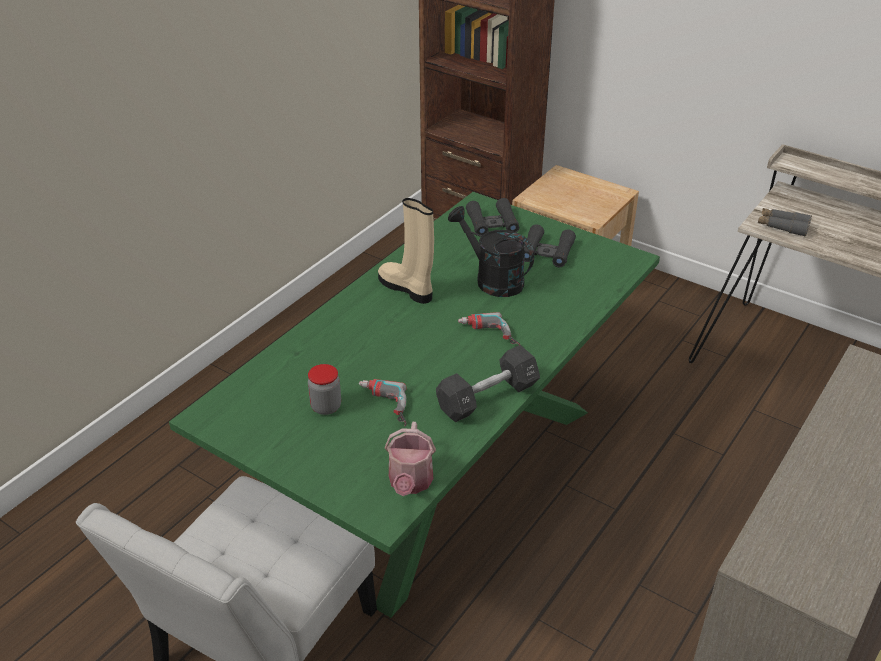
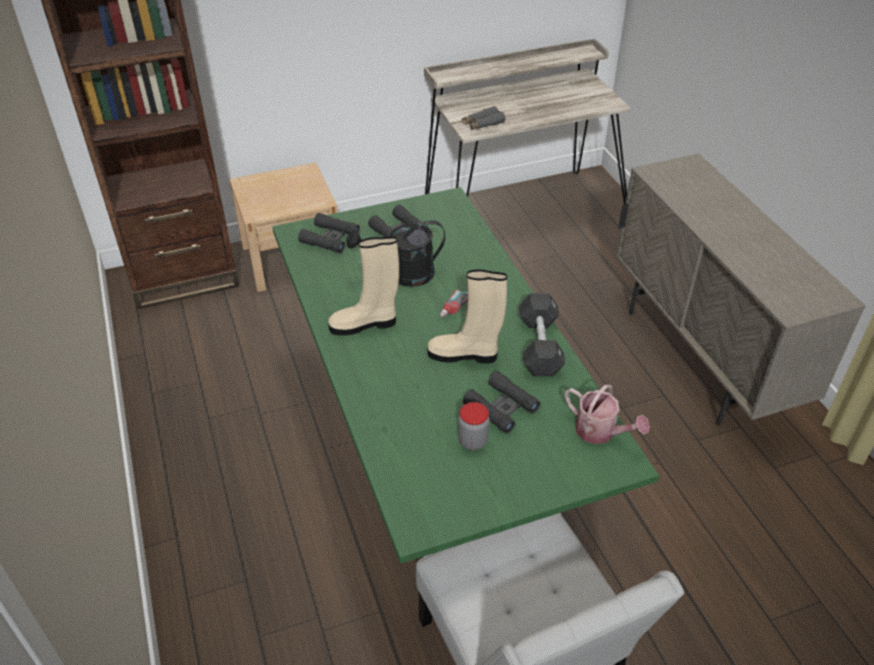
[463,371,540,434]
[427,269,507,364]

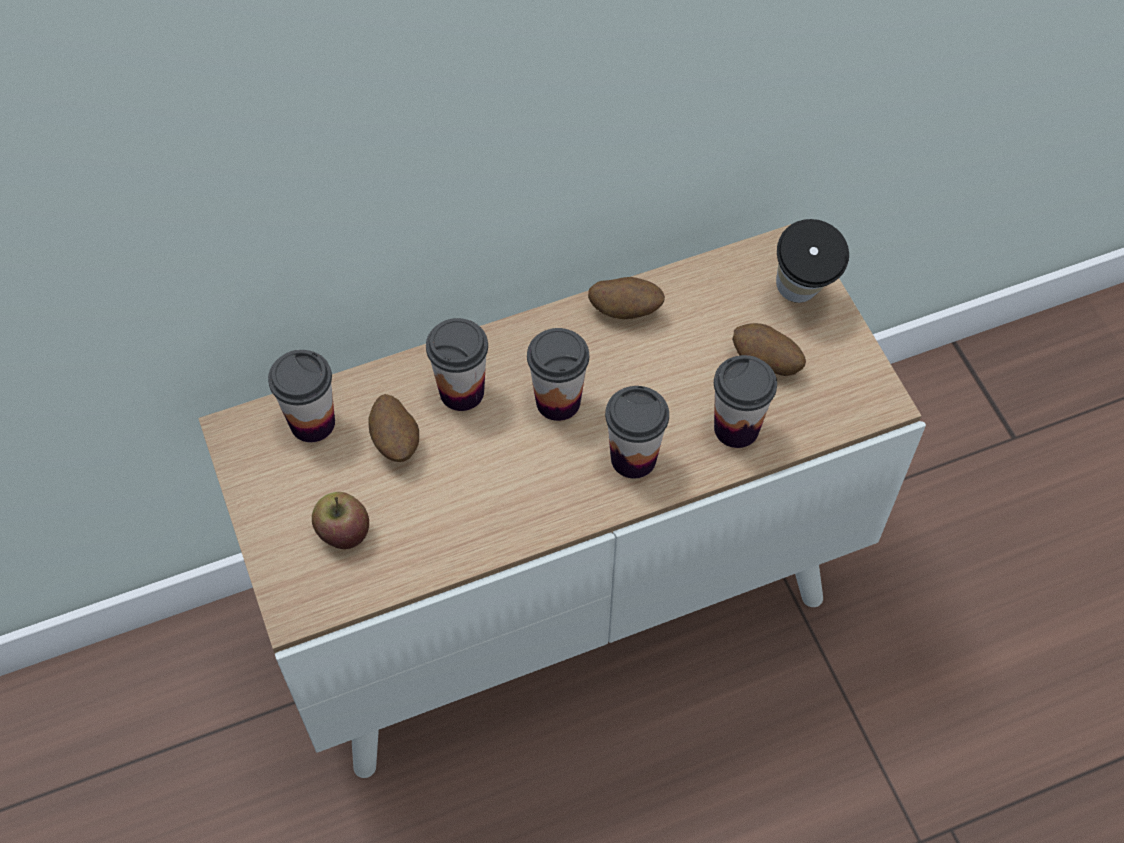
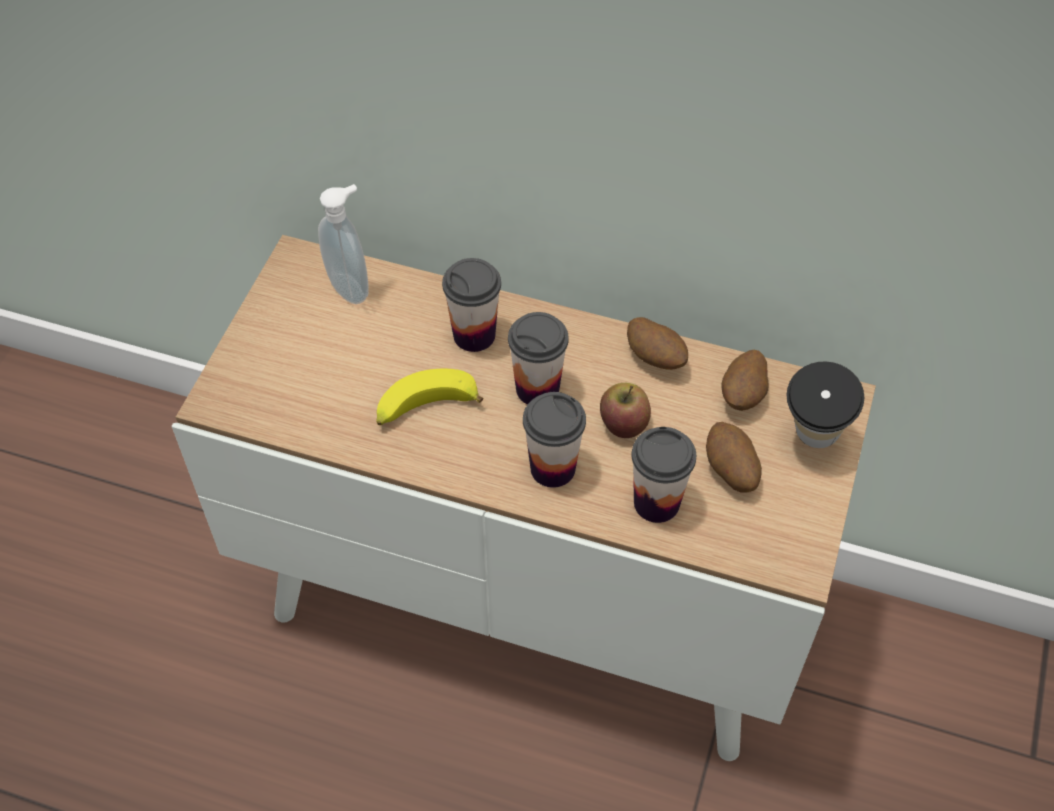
[318,184,369,304]
[722,350,769,411]
[600,383,651,438]
[376,369,484,425]

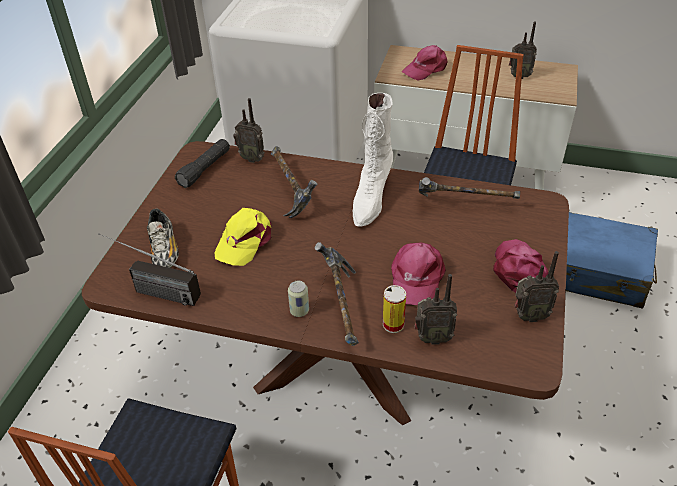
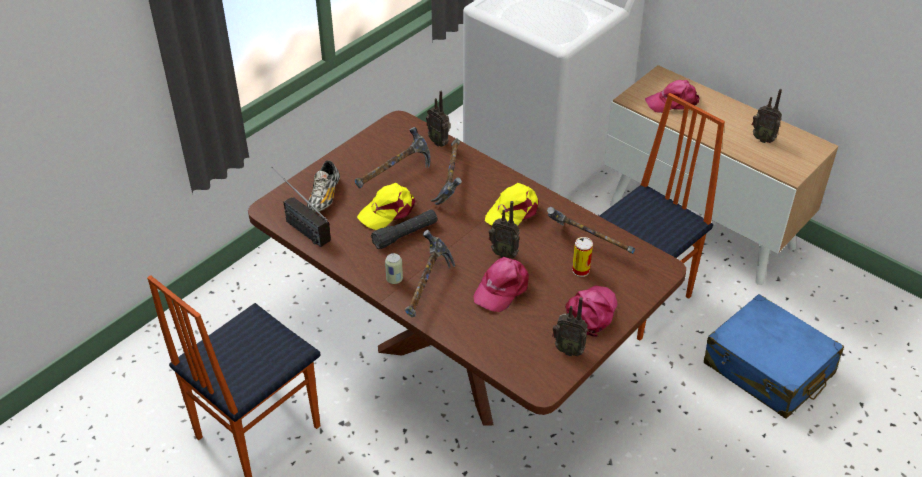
[485,183,539,226]
[371,209,438,249]
[489,201,520,259]
[572,237,593,277]
[354,127,430,188]

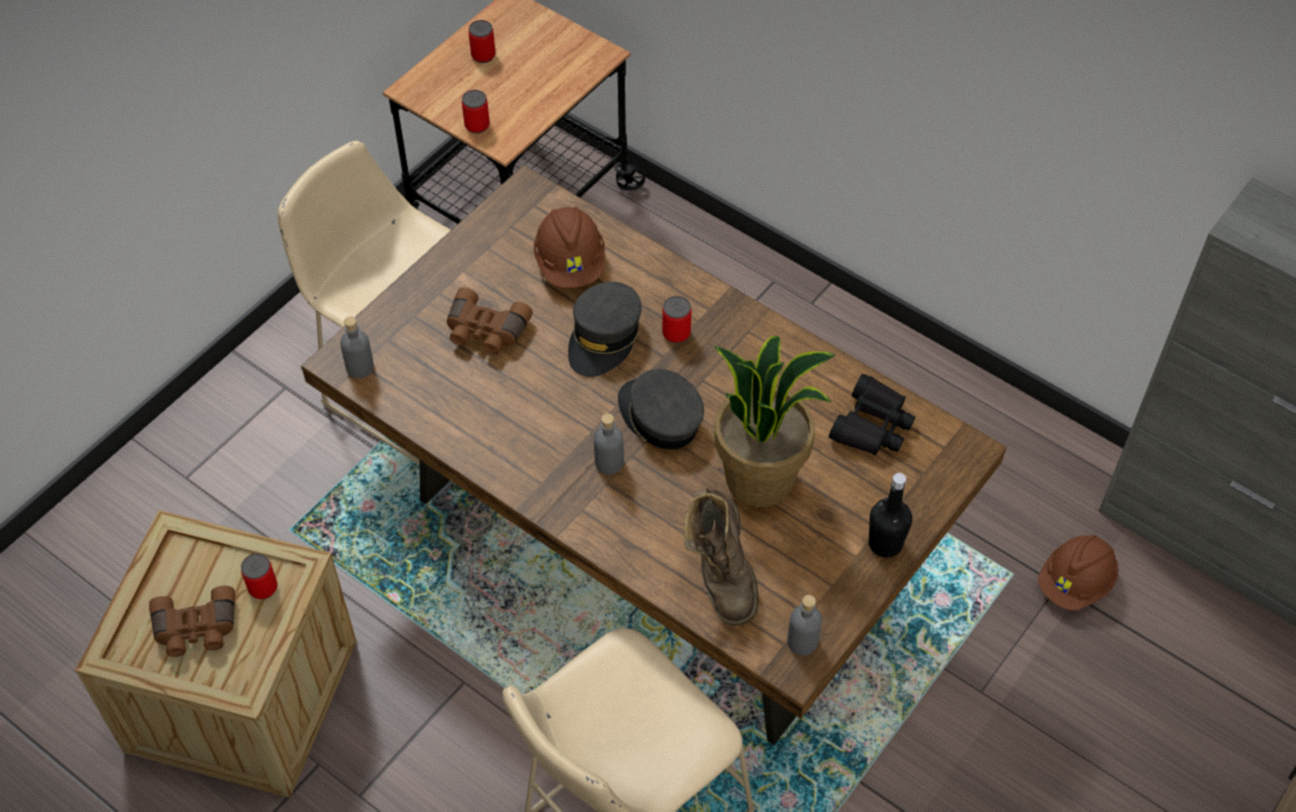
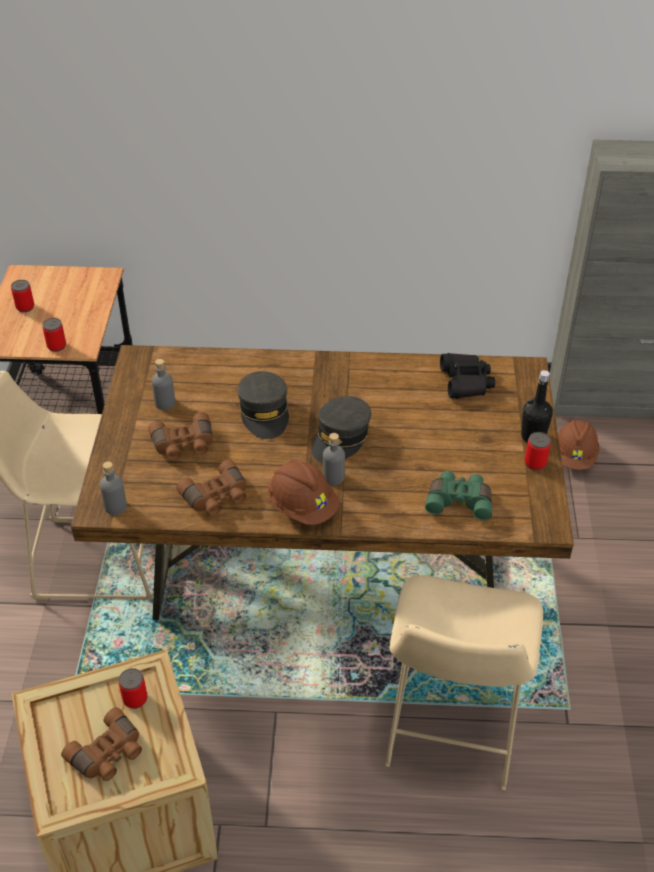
[268,460,339,525]
[524,432,551,470]
[714,336,836,507] (first image)
[312,396,371,463]
[425,471,492,521]
[152,359,175,410]
[176,460,246,516]

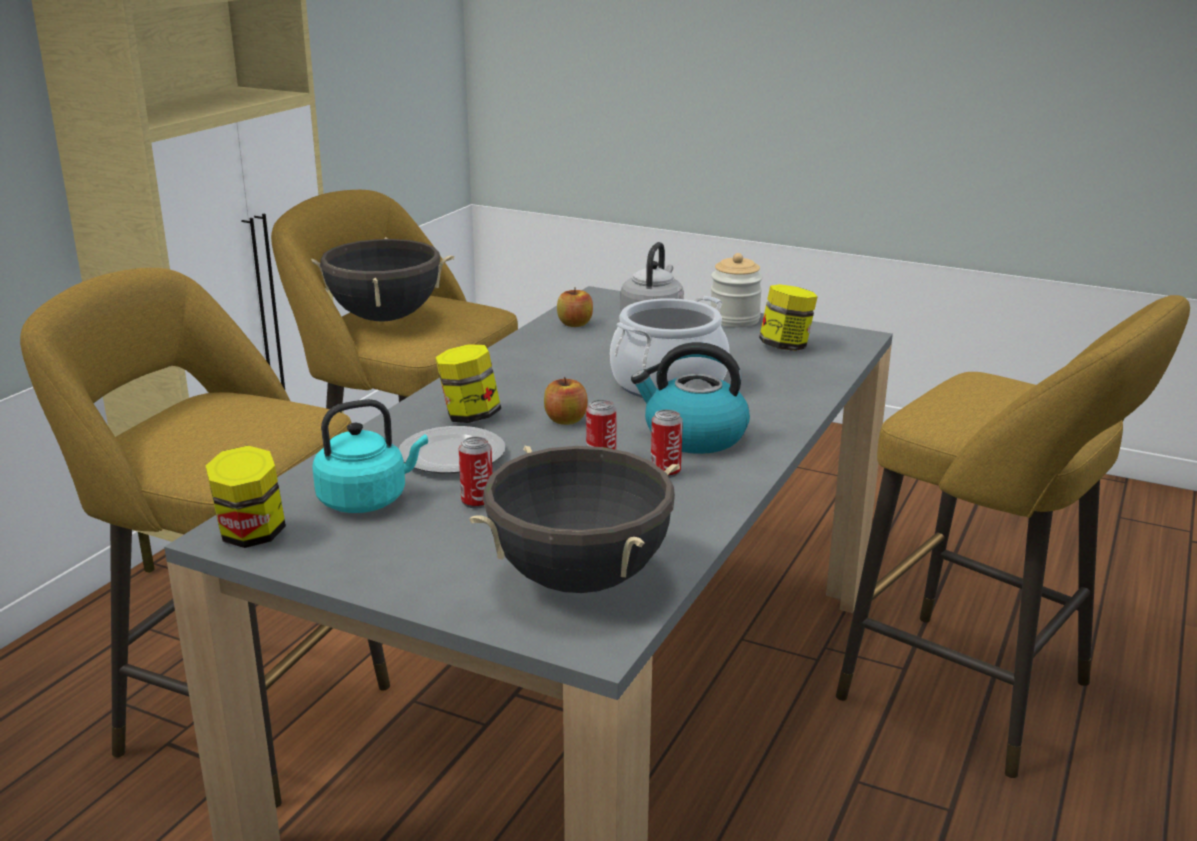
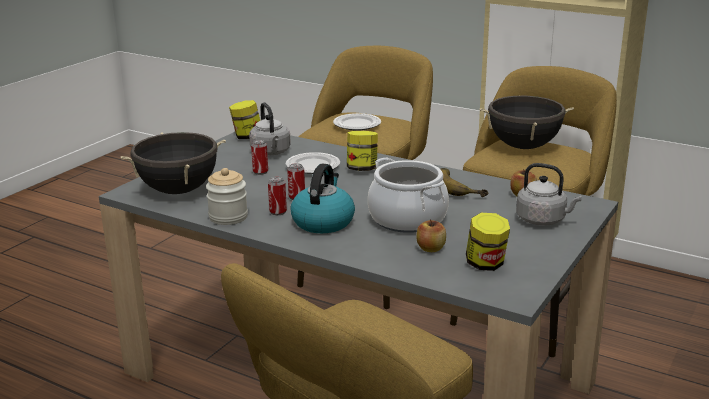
[206,168,248,225]
[416,219,446,252]
[249,102,291,155]
[333,113,381,131]
[441,168,488,197]

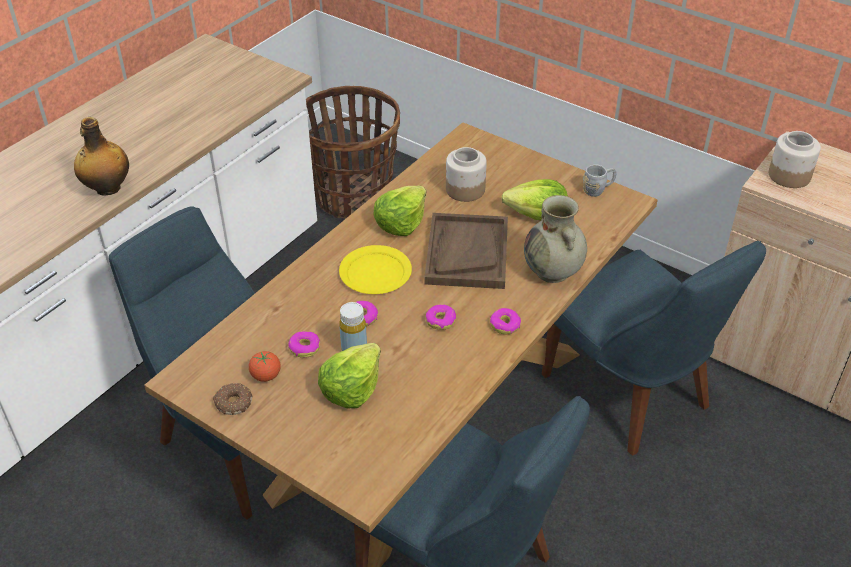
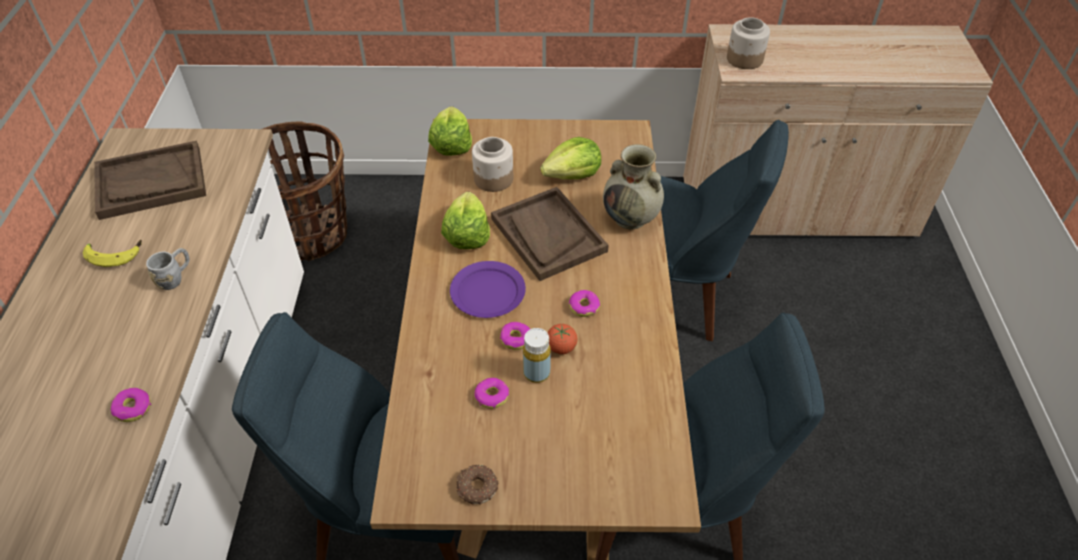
[74,117,129,196] (first image)
[146,248,190,290]
[450,261,526,318]
[111,388,151,422]
[428,106,472,156]
[547,324,577,354]
[94,141,206,220]
[83,239,142,267]

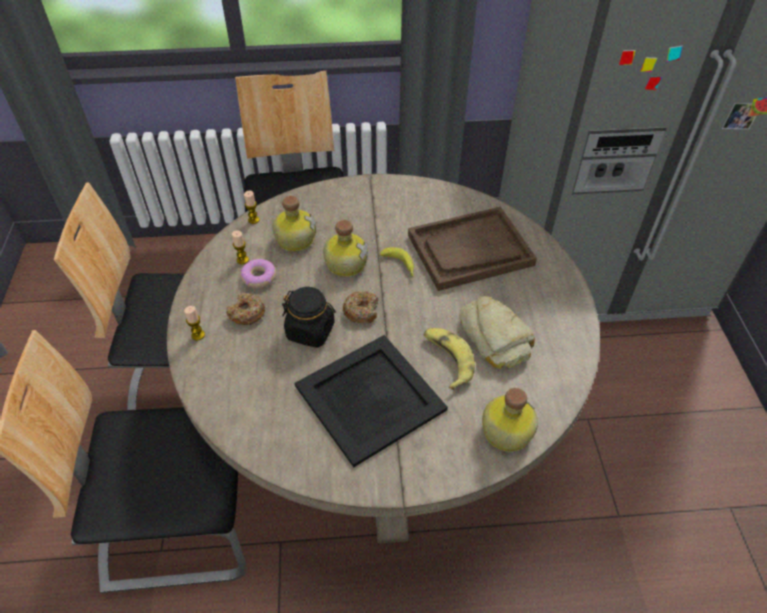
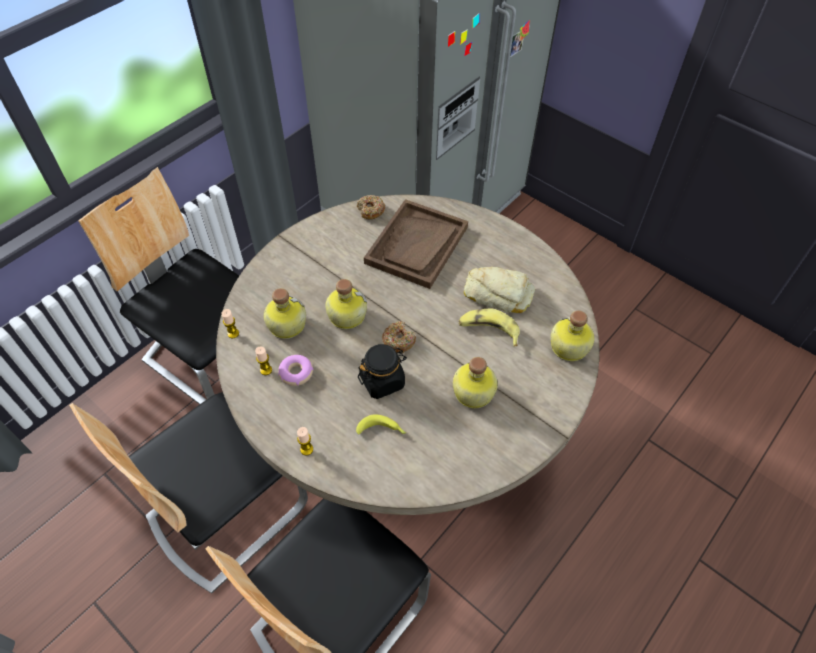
[356,414,406,434]
[357,195,385,220]
[453,357,498,408]

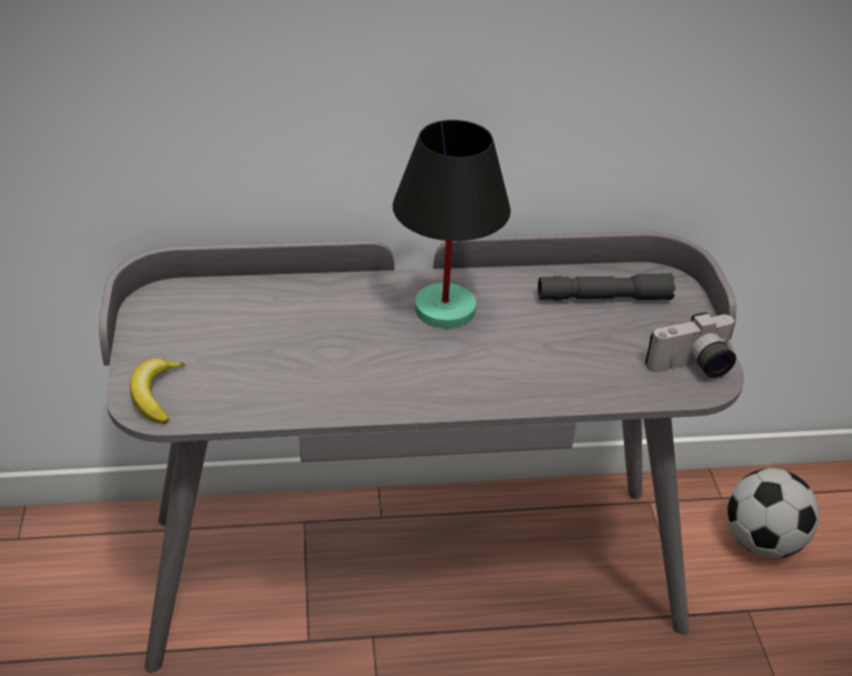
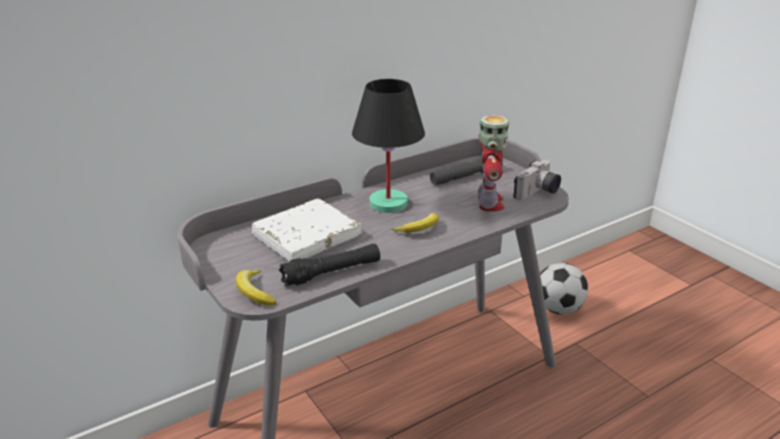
[478,115,509,211]
[252,198,361,261]
[391,213,439,233]
[279,244,380,286]

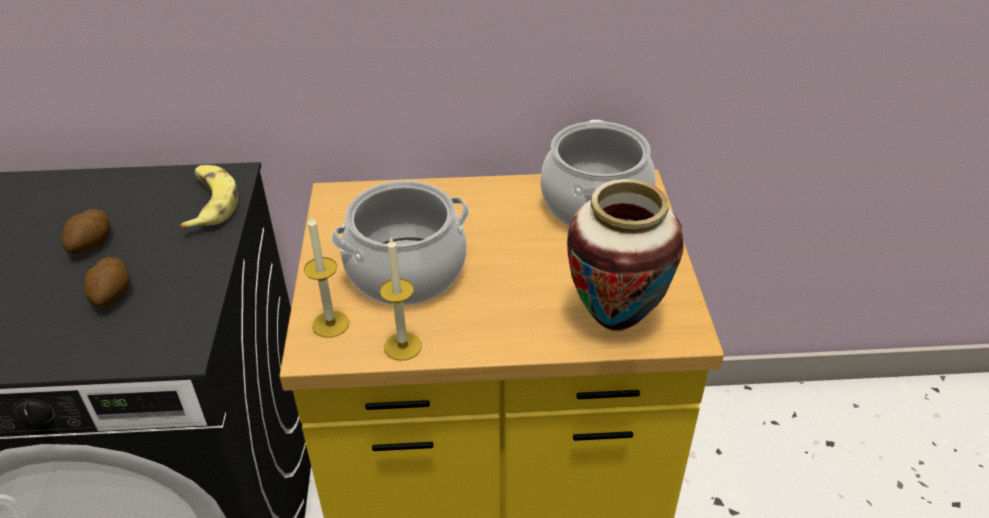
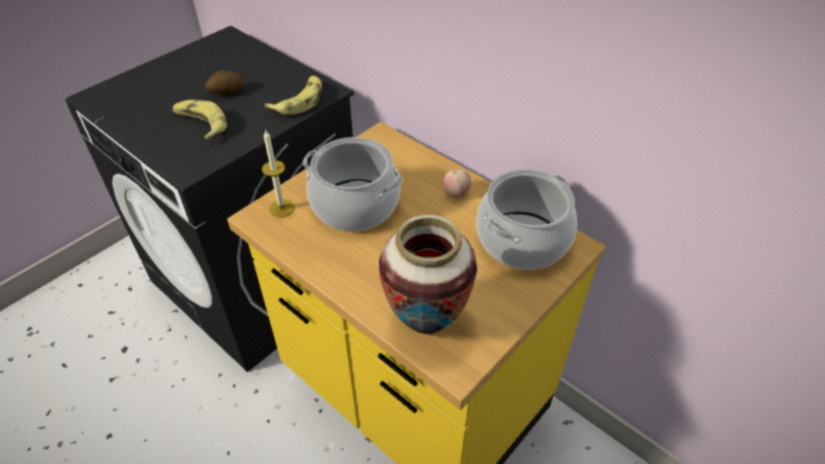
[380,238,422,361] (first image)
[172,100,227,140]
[444,169,471,197]

